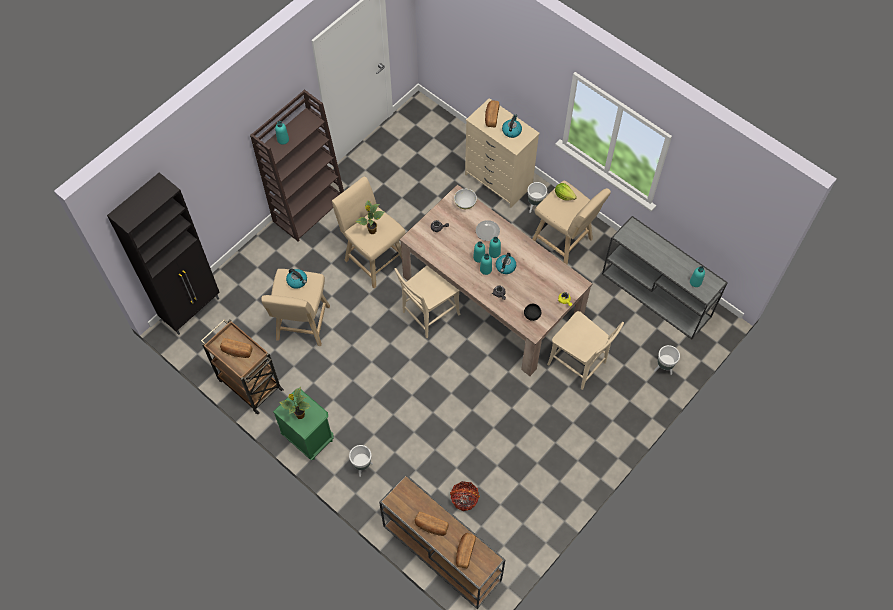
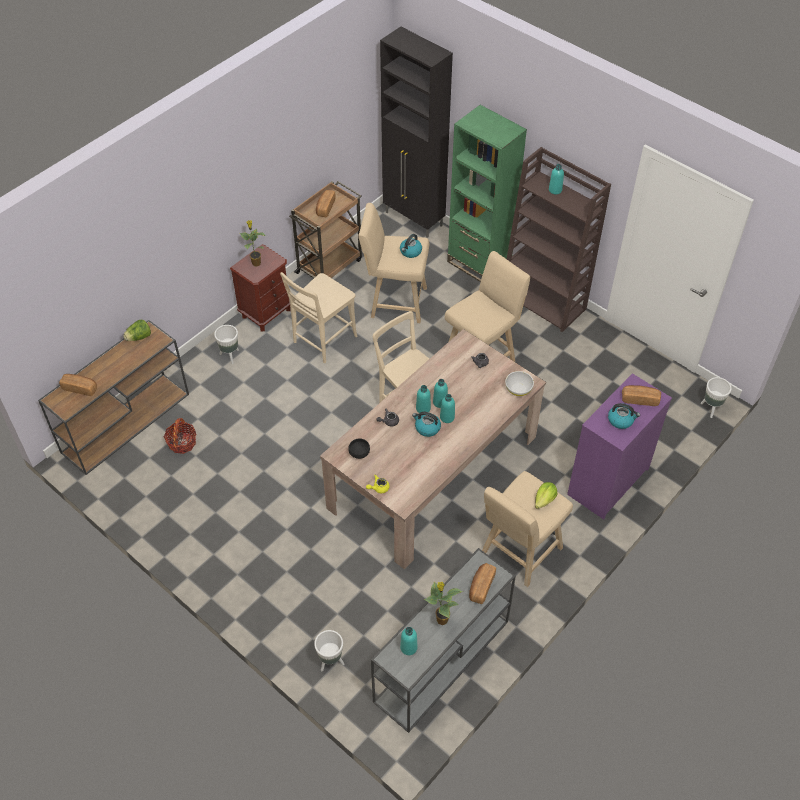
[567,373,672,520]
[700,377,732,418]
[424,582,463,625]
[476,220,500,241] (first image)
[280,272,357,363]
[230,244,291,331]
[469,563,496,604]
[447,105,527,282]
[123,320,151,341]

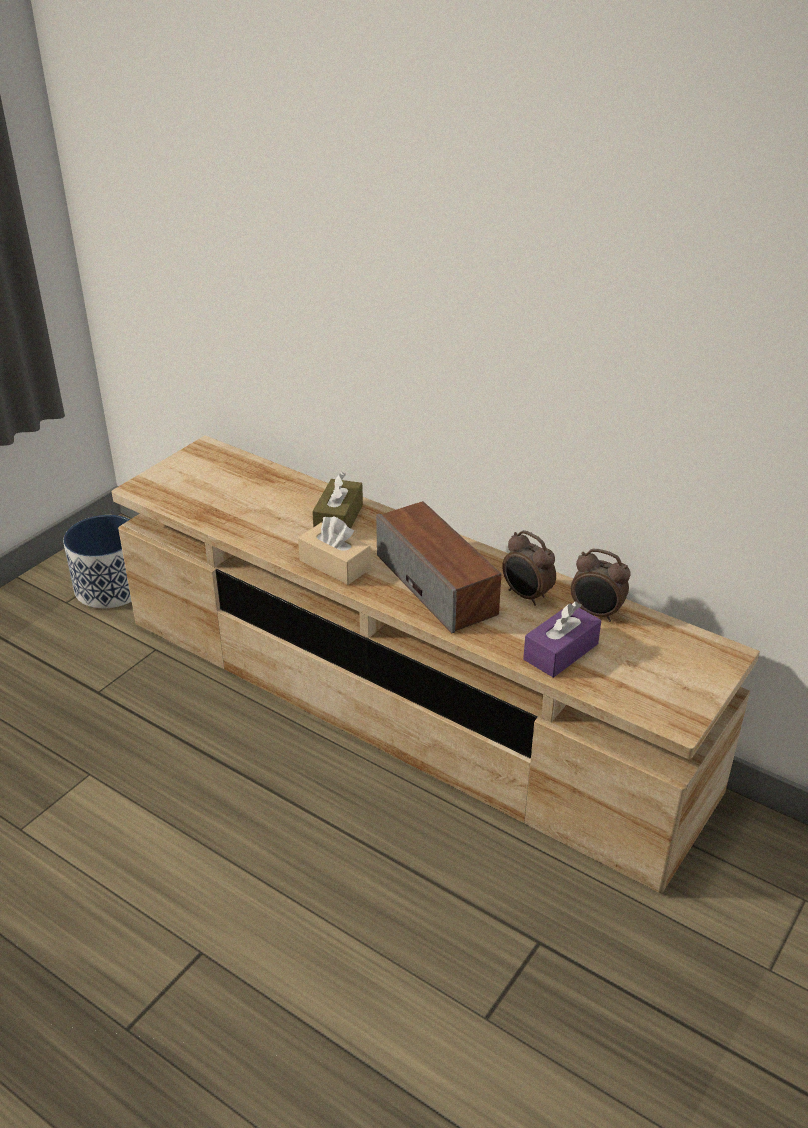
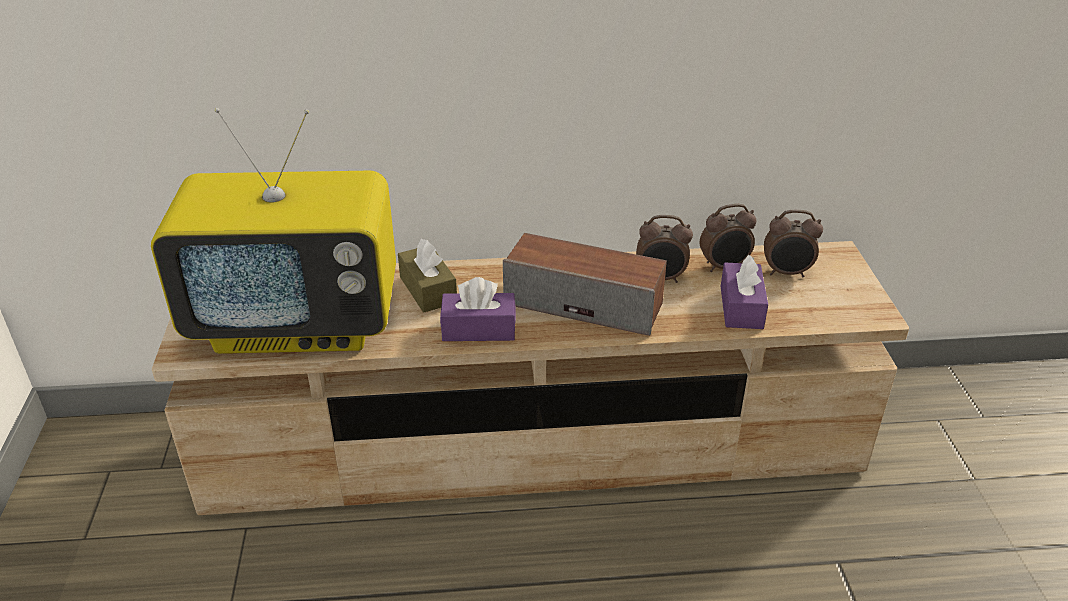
[63,515,132,608] (first image)
[440,277,516,341]
[151,108,396,354]
[764,210,823,277]

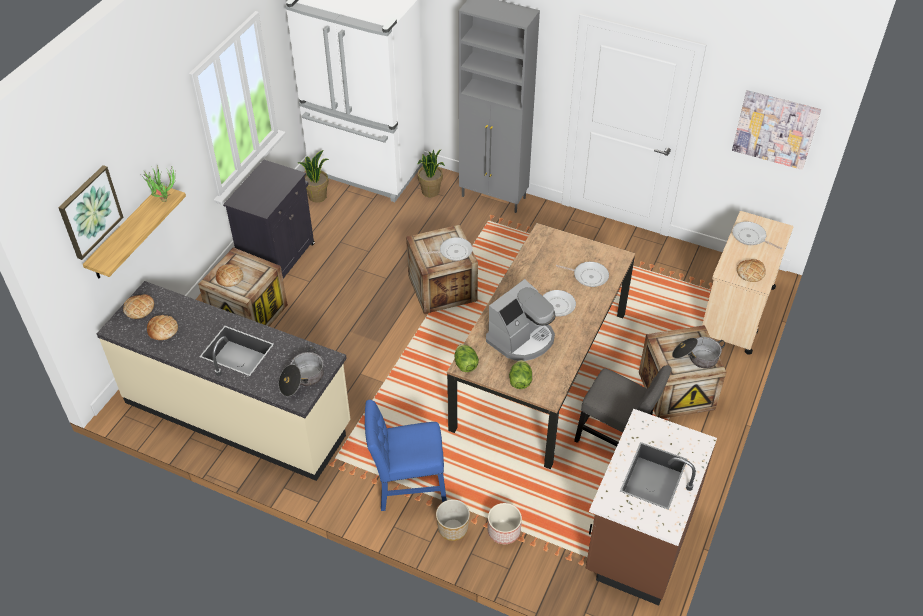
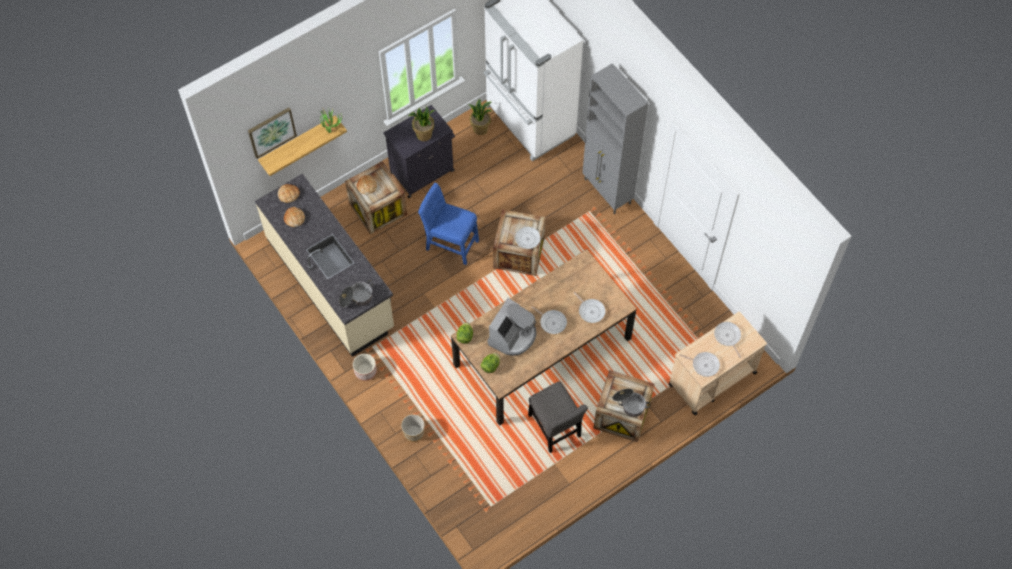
[732,90,821,170] (first image)
[408,106,435,141]
[679,352,720,377]
[487,298,536,356]
[418,183,479,265]
[586,409,717,606] (first image)
[353,354,377,381]

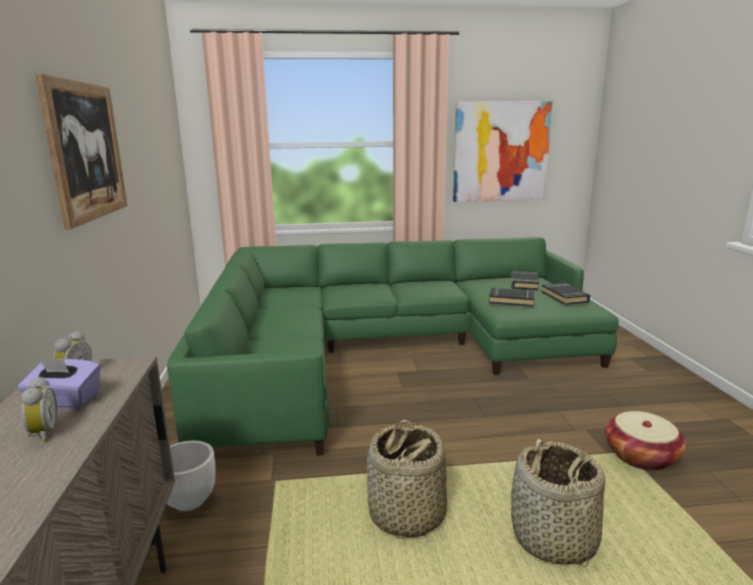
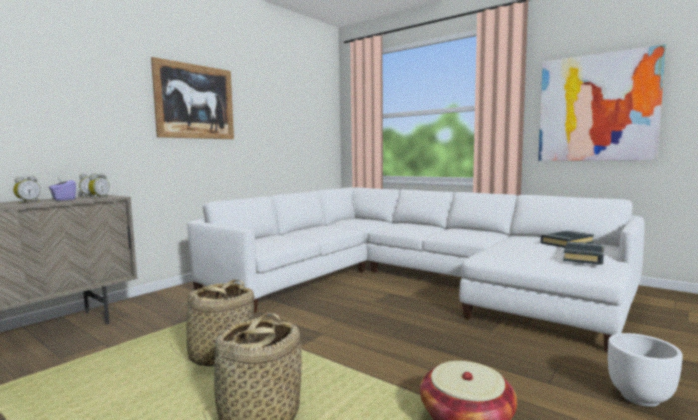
[187,187,645,352]
[489,288,535,307] (first image)
[608,333,683,407]
[88,174,109,199]

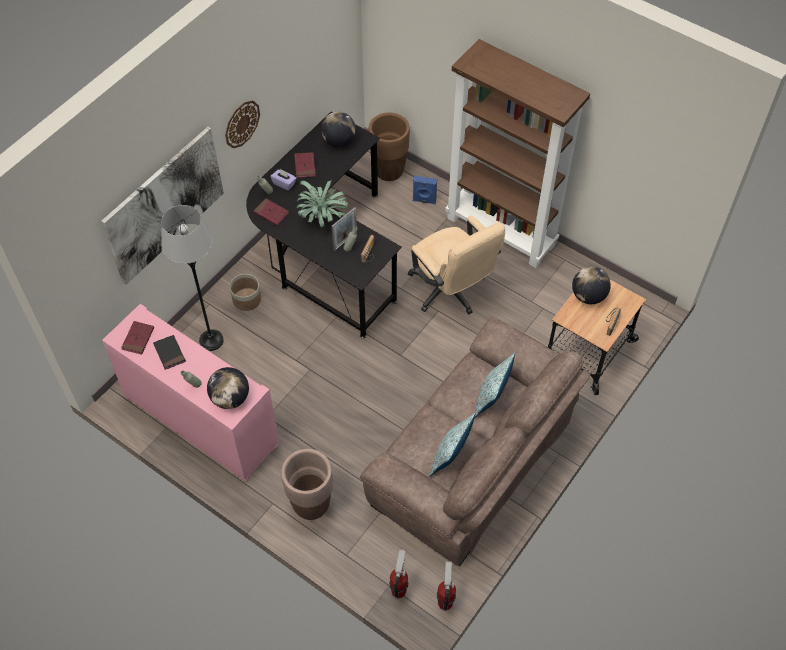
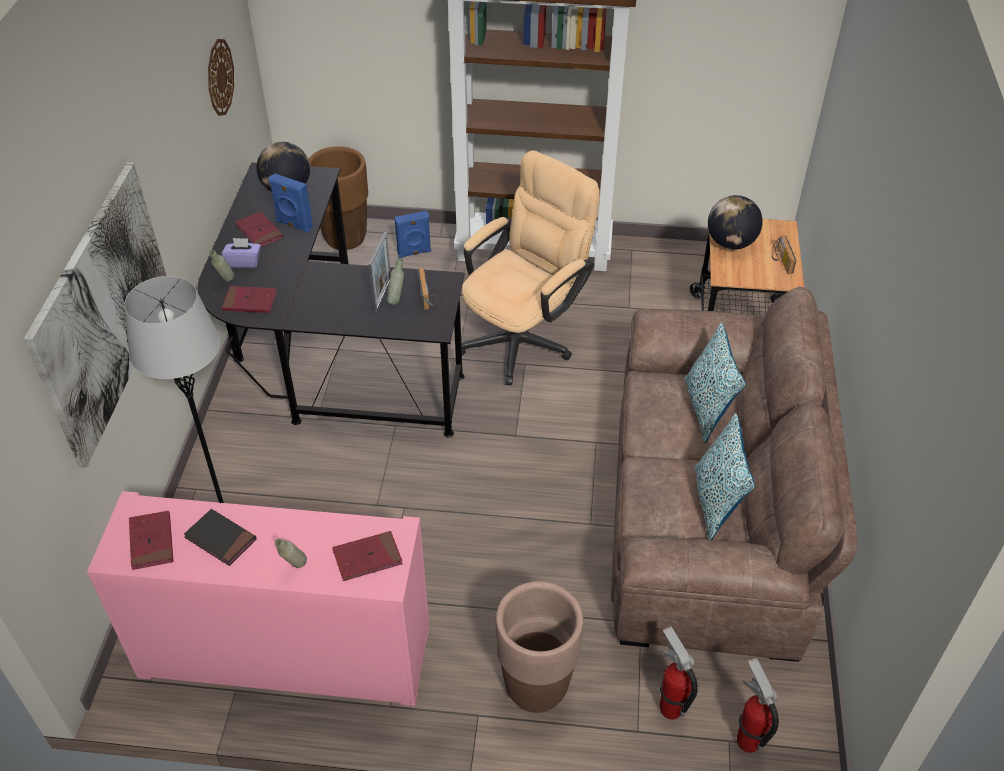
[208,39,234,116]
[295,180,348,228] (first image)
[461,150,600,385]
[230,274,261,311] (first image)
[332,531,403,581]
[660,626,698,720]
[268,173,313,233]

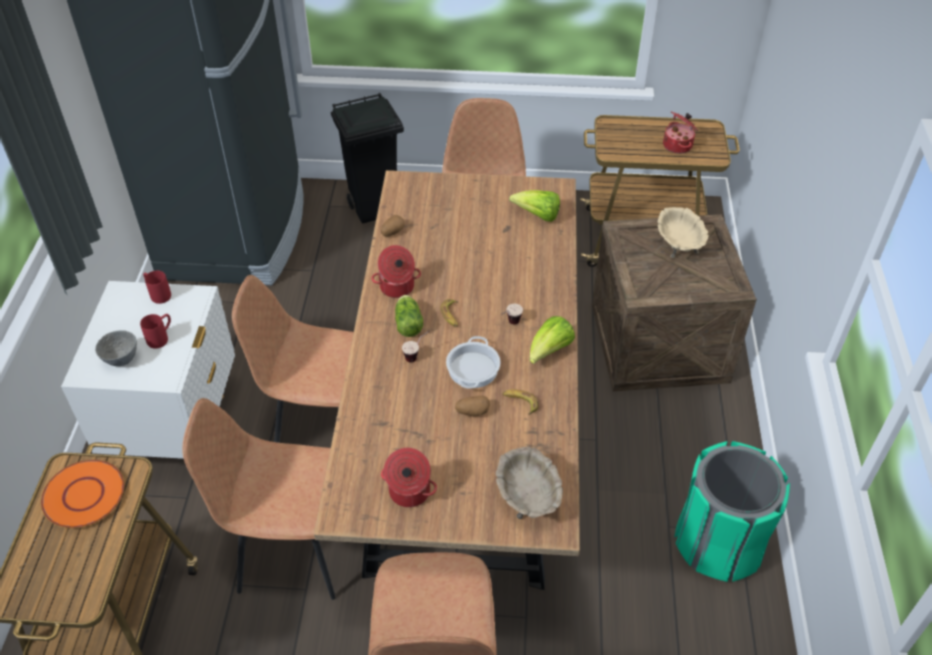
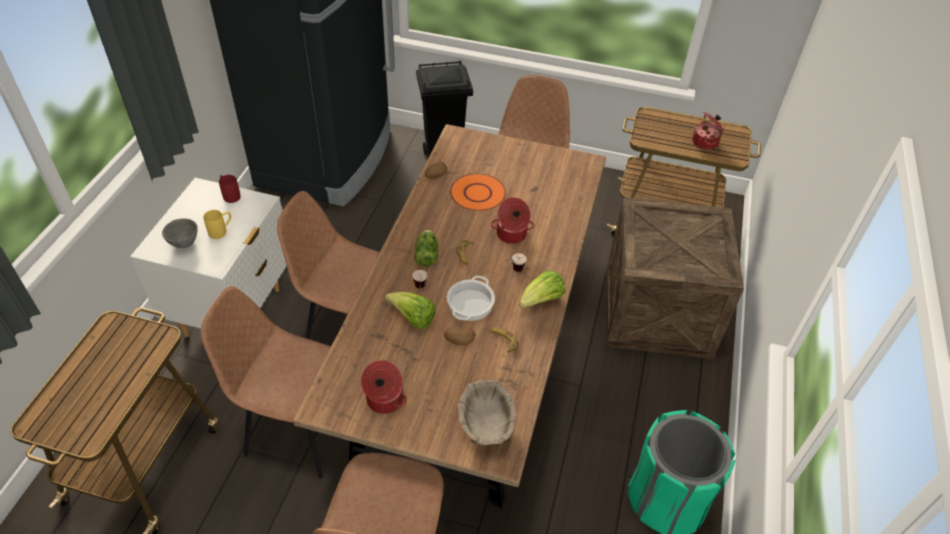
[385,292,436,330]
[658,207,709,258] (first image)
[491,198,534,244]
[203,210,231,239]
[450,173,506,211]

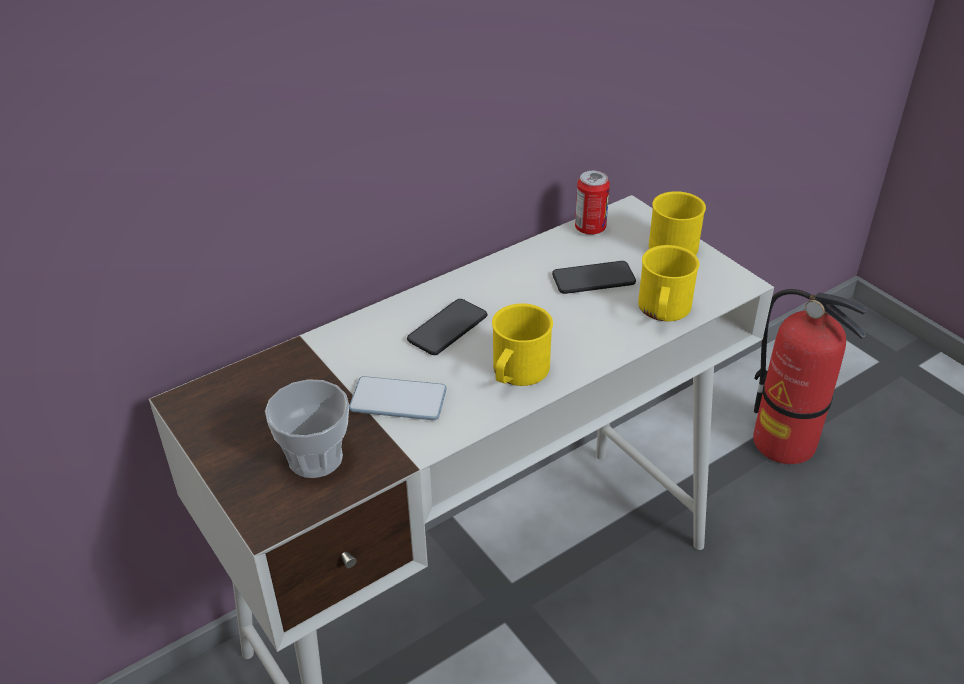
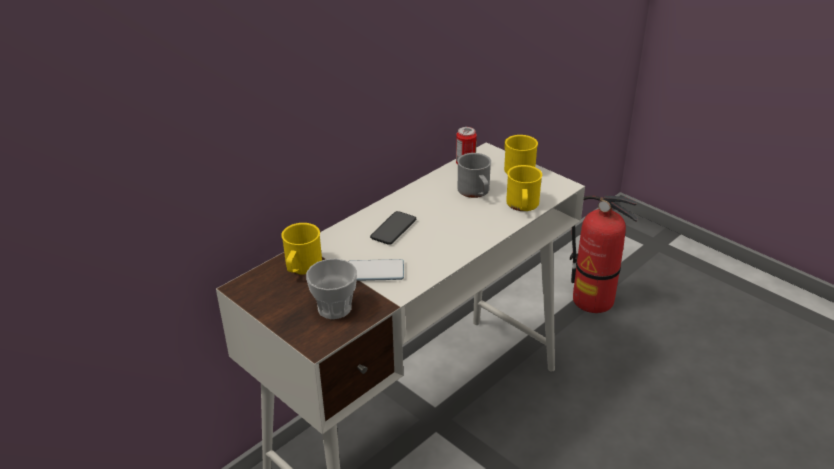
[457,153,491,198]
[281,223,322,274]

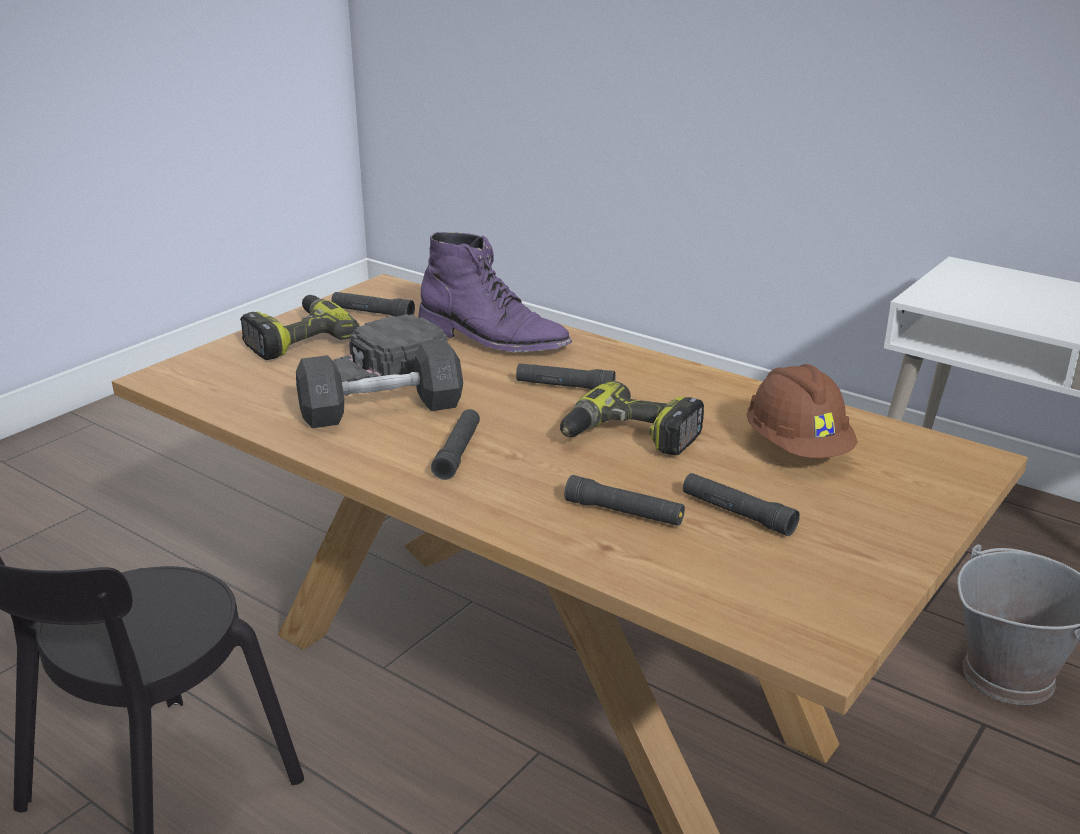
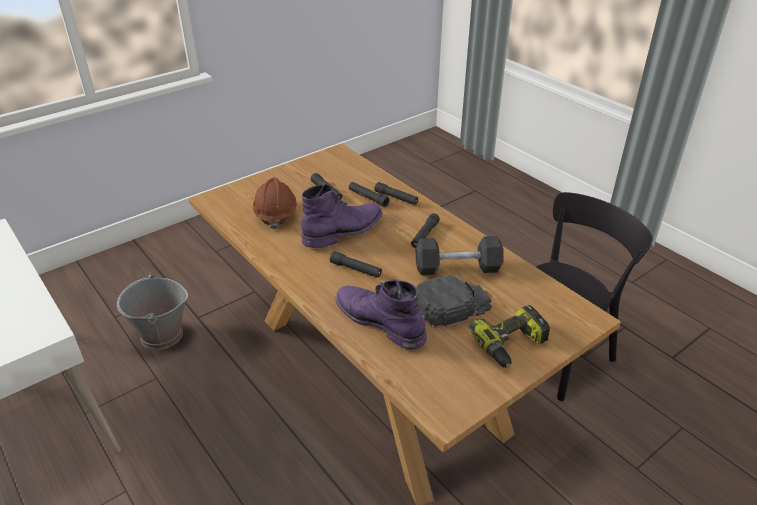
[374,182,418,205]
[301,183,382,248]

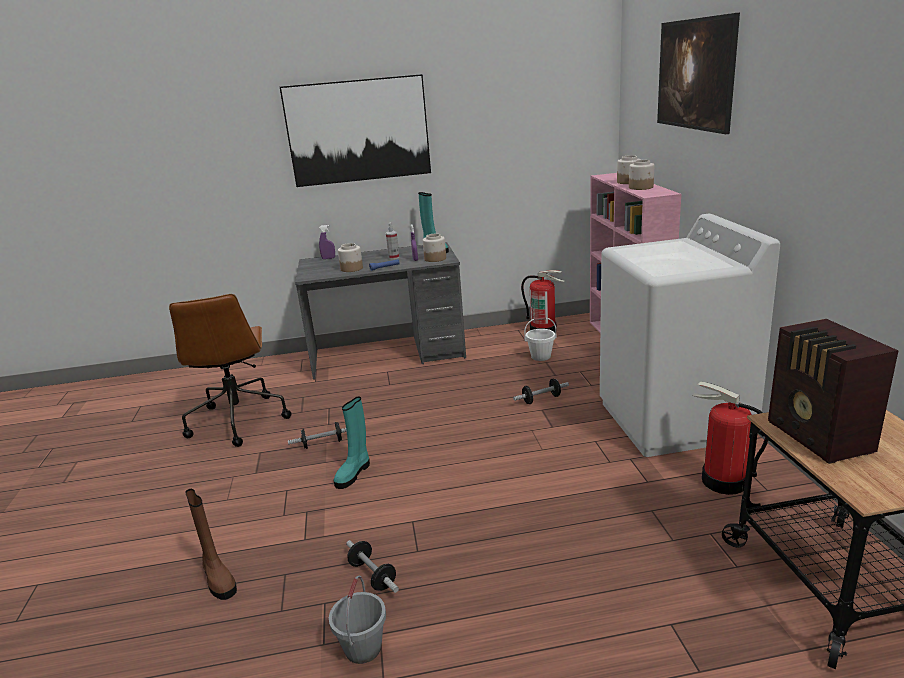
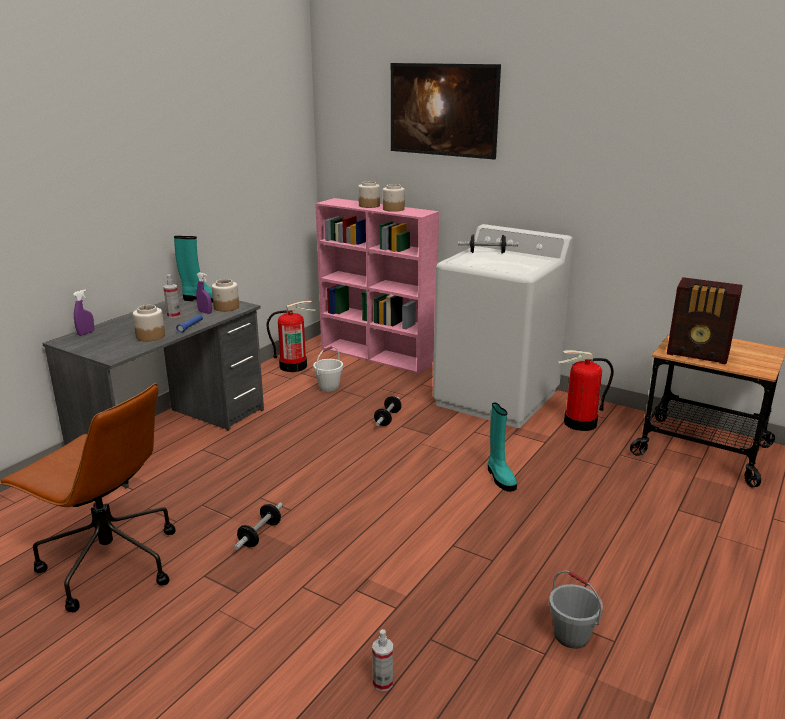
[280,74,431,187] (first image)
[488,403,517,492]
[372,629,393,691]
[458,234,518,253]

